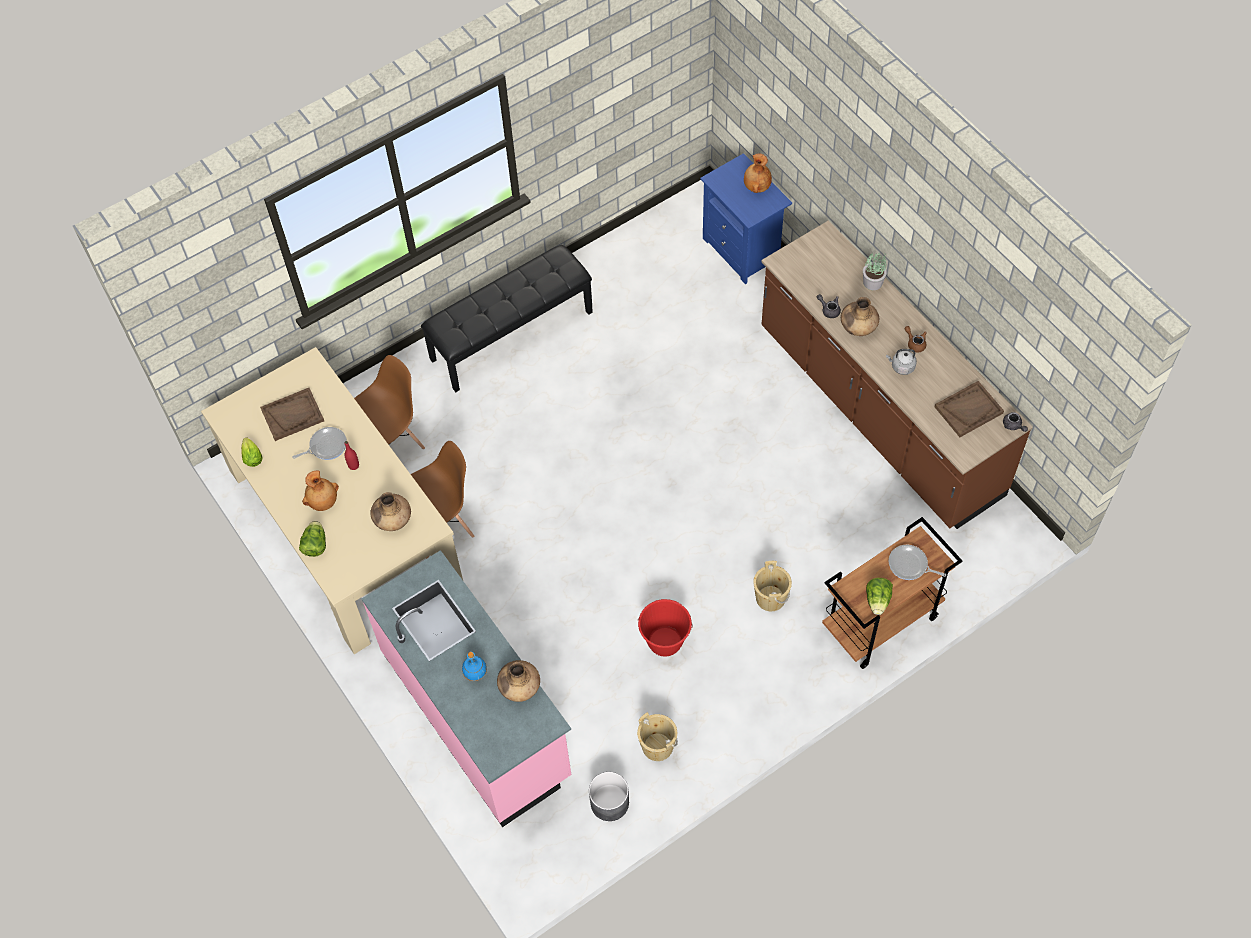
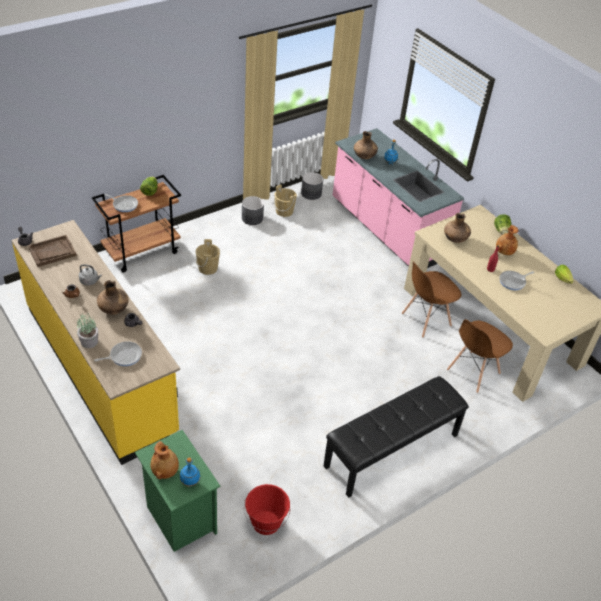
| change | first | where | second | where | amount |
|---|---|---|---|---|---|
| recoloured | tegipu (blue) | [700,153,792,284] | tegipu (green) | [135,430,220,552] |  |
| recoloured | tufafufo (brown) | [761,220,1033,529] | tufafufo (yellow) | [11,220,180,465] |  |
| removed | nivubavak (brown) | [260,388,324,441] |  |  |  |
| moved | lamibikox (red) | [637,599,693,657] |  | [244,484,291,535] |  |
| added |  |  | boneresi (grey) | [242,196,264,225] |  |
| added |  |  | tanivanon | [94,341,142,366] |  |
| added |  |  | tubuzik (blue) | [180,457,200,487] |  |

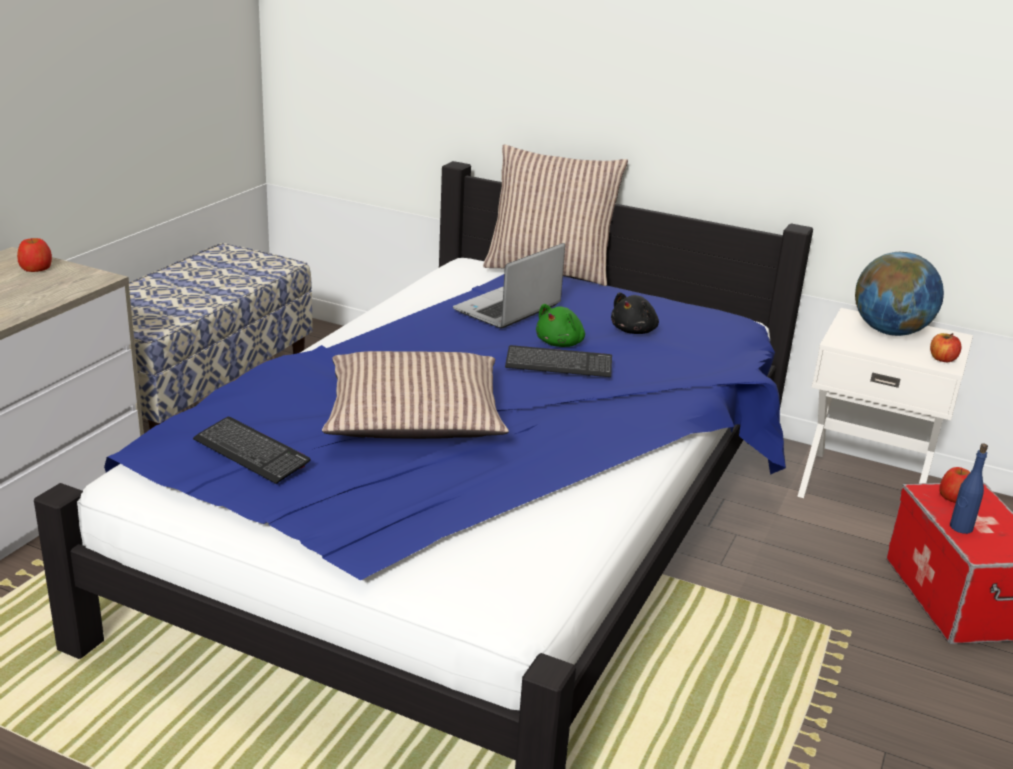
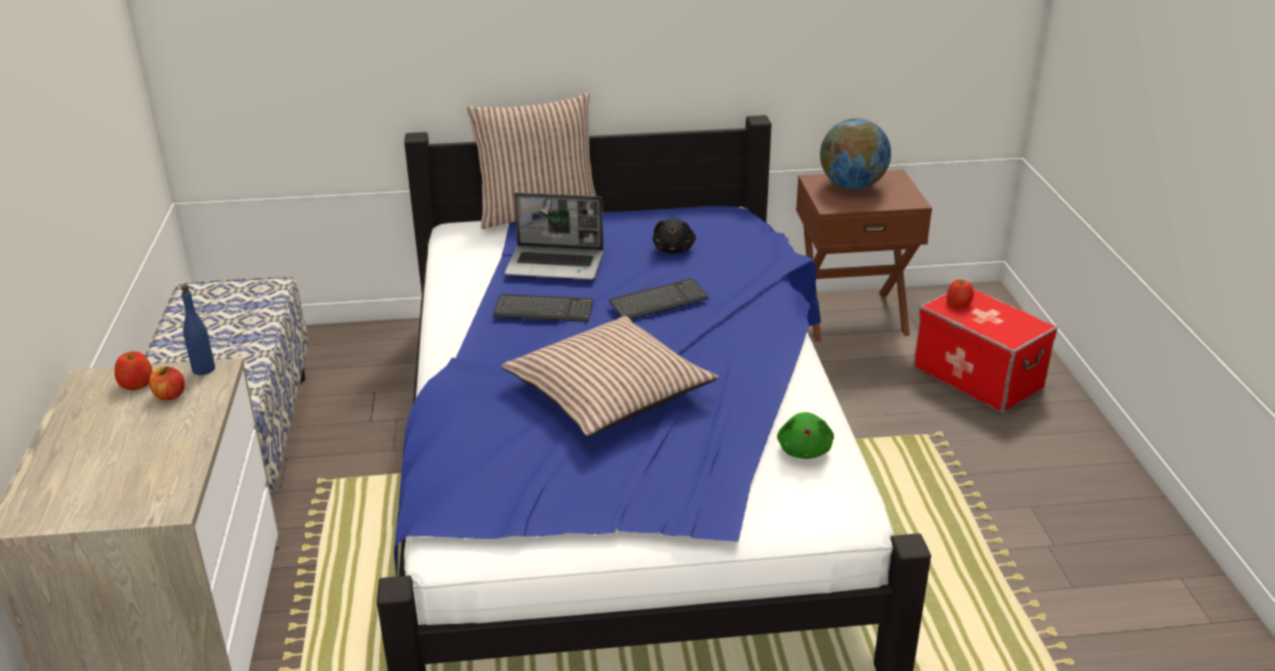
| change | first | where | second | where | amount |
|---|---|---|---|---|---|
| turned | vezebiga | [453,243,565,328] |  | [505,192,604,280] | 90 degrees counterclockwise |
| moved | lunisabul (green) | [536,304,585,347] |  | [777,412,834,459] |  |
| recoloured | tegipu (white) | [797,308,973,498] | tegipu (brown) | [796,170,932,342] |  |
| moved | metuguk | [930,333,961,362] |  | [149,366,185,400] |  |
| moved | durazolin | [193,417,311,484] |  | [493,294,594,322] |  |
| moved | tubuzik (blue) | [950,443,988,534] |  | [181,284,215,375] |  |

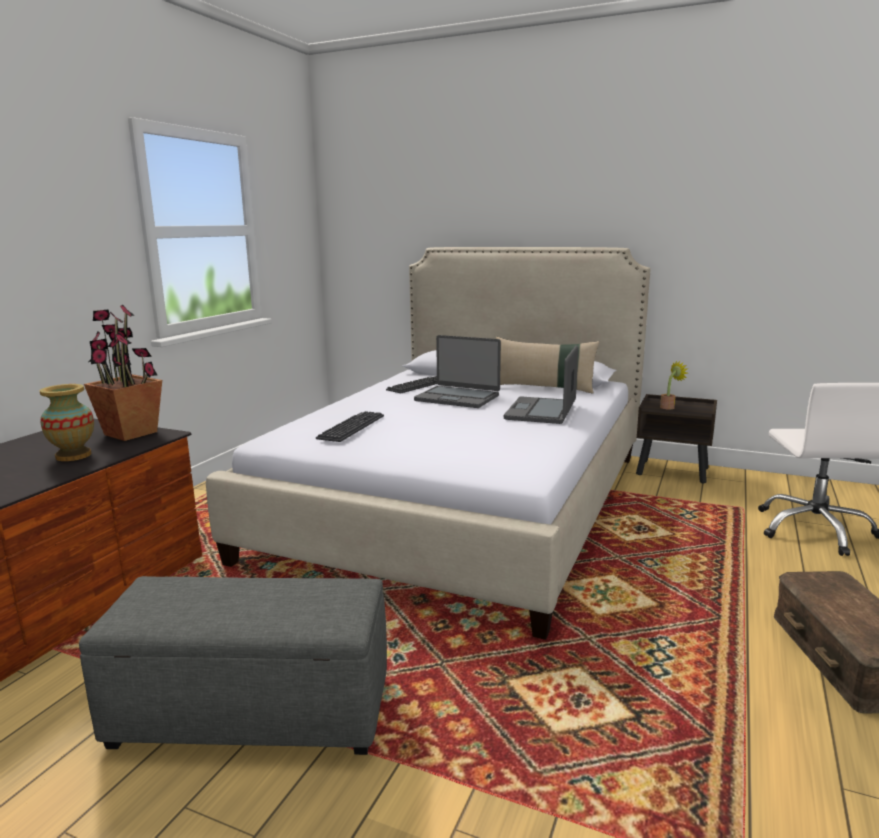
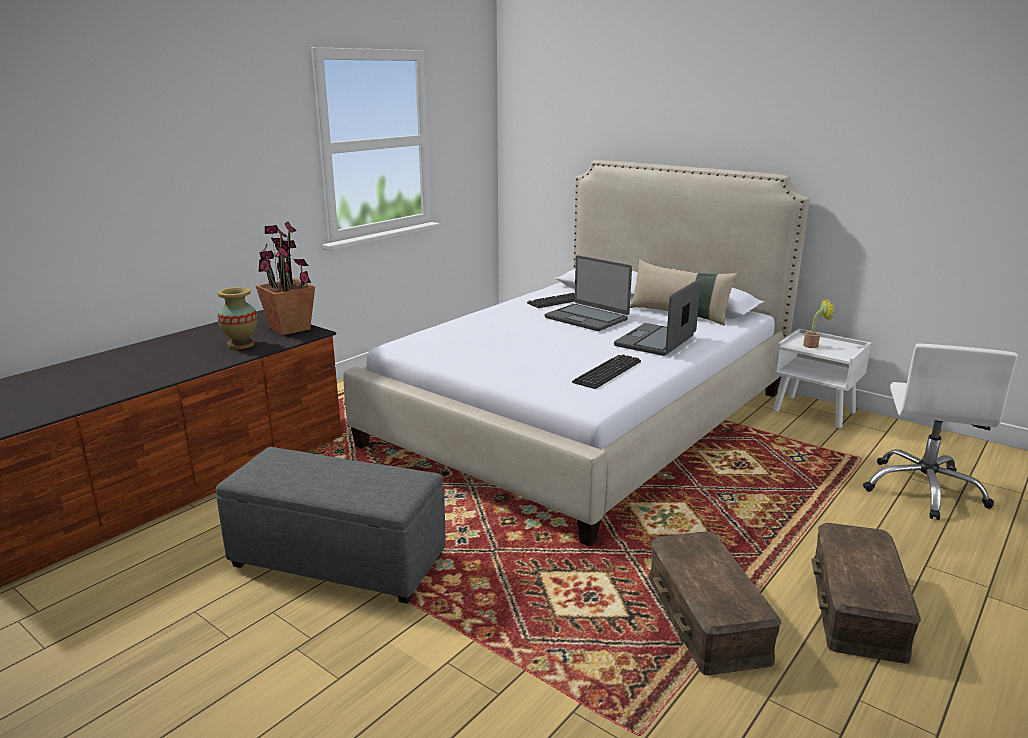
| change | first | where | second | where | amount |
|---|---|---|---|---|---|
| recoloured | tegipu (brown) | [636,394,717,483] | tegipu (white) | [773,329,871,428] |  |
| moved | durazolin | [316,411,384,442] |  | [572,355,641,389] |  |
| added |  |  | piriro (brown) | [649,531,781,675] |  |

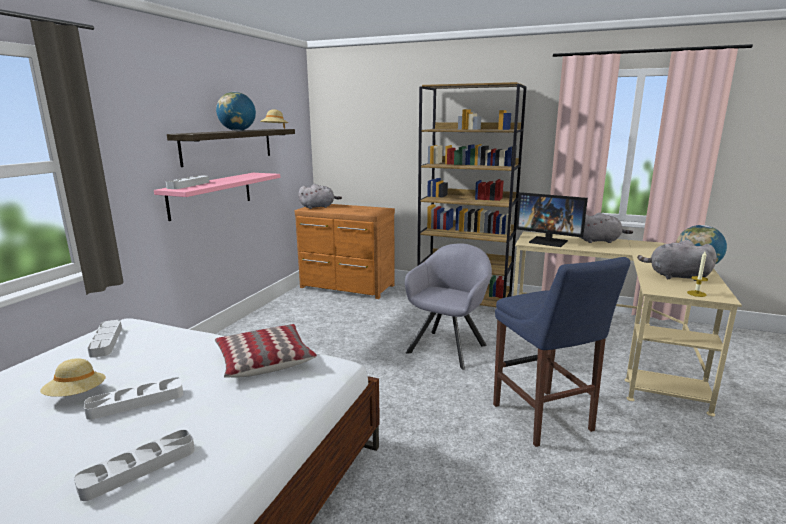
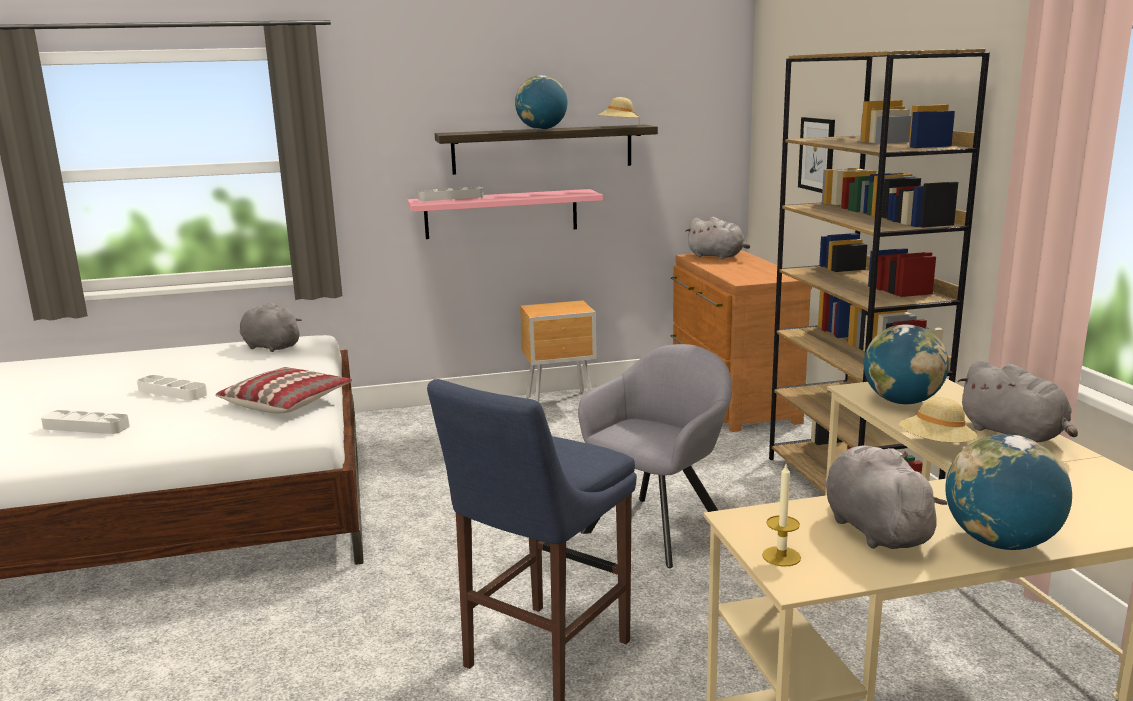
| change | first | where | second | where | amount |
|---|---|---|---|---|---|
| replaced | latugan | [516,192,588,247] | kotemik | [864,325,949,404] |  |
| turned | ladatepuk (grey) | [405,243,492,369] |  | [578,344,732,568] | 45 degrees counterclockwise |
| replaced | nivubavak (grey) | [87,320,122,358] | lunisabul (grey) | [240,303,302,352] |  |
| moved | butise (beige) | [40,358,106,397] |  | [899,397,977,443] |  |
| added |  |  | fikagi | [798,117,835,193] |  |
| added |  |  | tegipu (brown) | [520,300,597,402] |  |

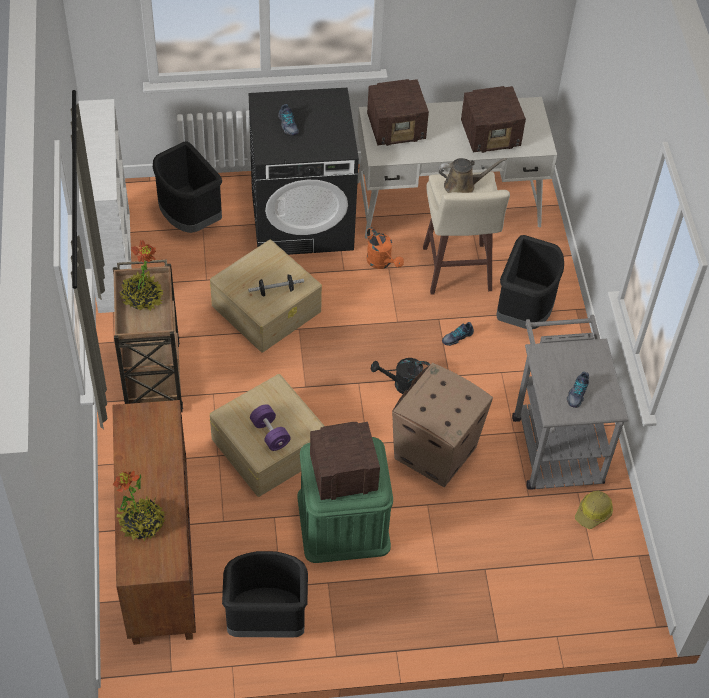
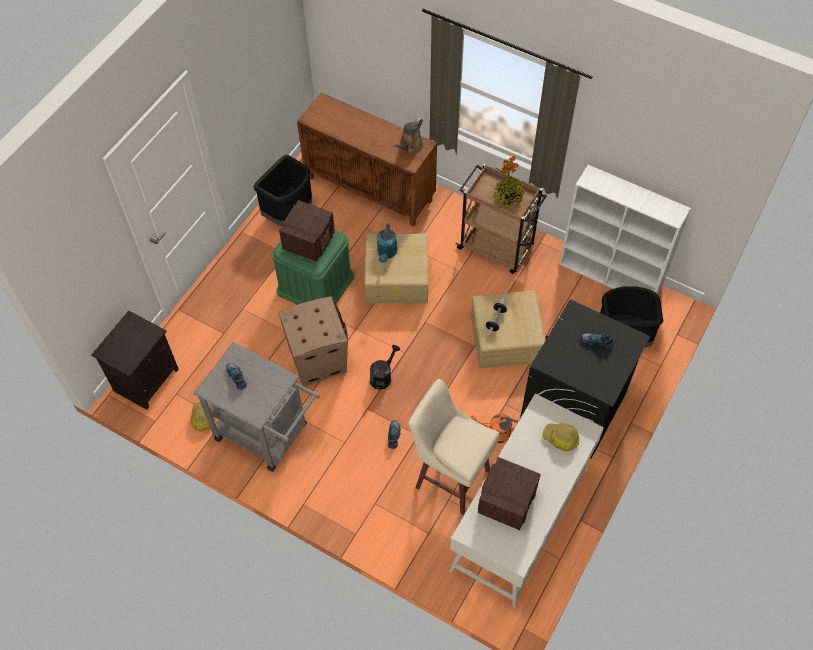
| change | first | where | second | where | amount |
|---|---|---|---|---|---|
| replaced | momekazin | [367,79,429,146] | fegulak | [542,423,580,451] |  |
| moved | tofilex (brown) | [439,158,507,193] |  | [392,118,424,153] |  |
| removed | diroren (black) | [496,235,564,329] |  |  |  |
| replaced | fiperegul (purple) | [250,404,291,451] | tofilex (turquoise) | [377,223,397,263] |  |
| removed | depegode | [113,470,166,542] |  |  |  |
| added |  |  | tegipu (black) | [91,311,179,410] |  |

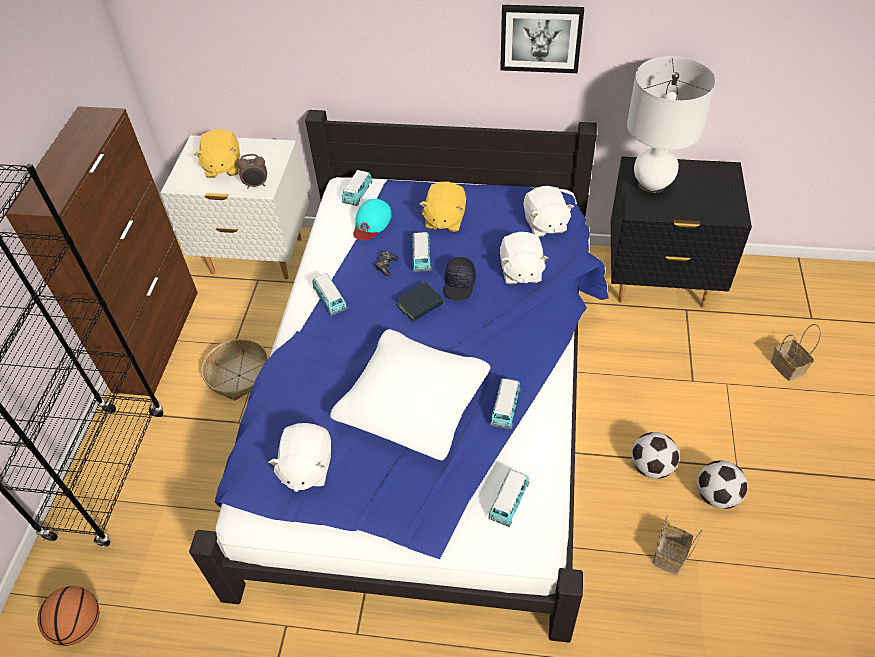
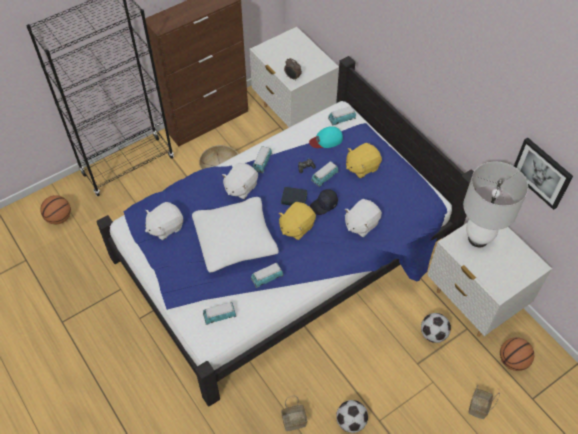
| change | first | where | second | where | amount |
|---|---|---|---|---|---|
| moved | fikagi | [500,5,584,73] |  | [514,138,573,210] |  |
| moved | lunisabul (yellow) | [194,129,240,178] |  | [278,202,316,240] |  |
| recoloured | tegipu (black) | [611,157,752,308] | tegipu (white) | [428,223,552,337] |  |
| moved | lunisabul (white) | [523,186,574,237] |  | [222,163,258,199] |  |
| moved | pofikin | [631,432,679,479] |  | [421,313,451,343] |  |
| added |  |  | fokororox | [500,337,534,371] |  |

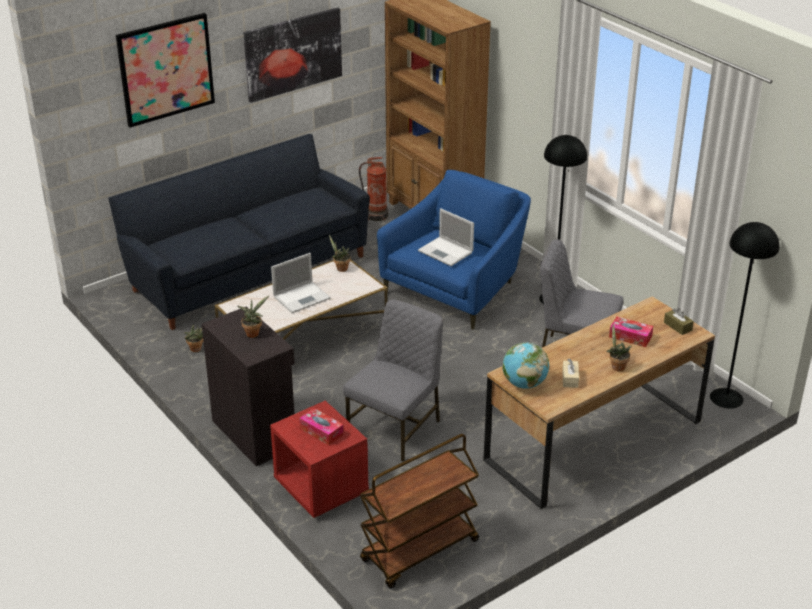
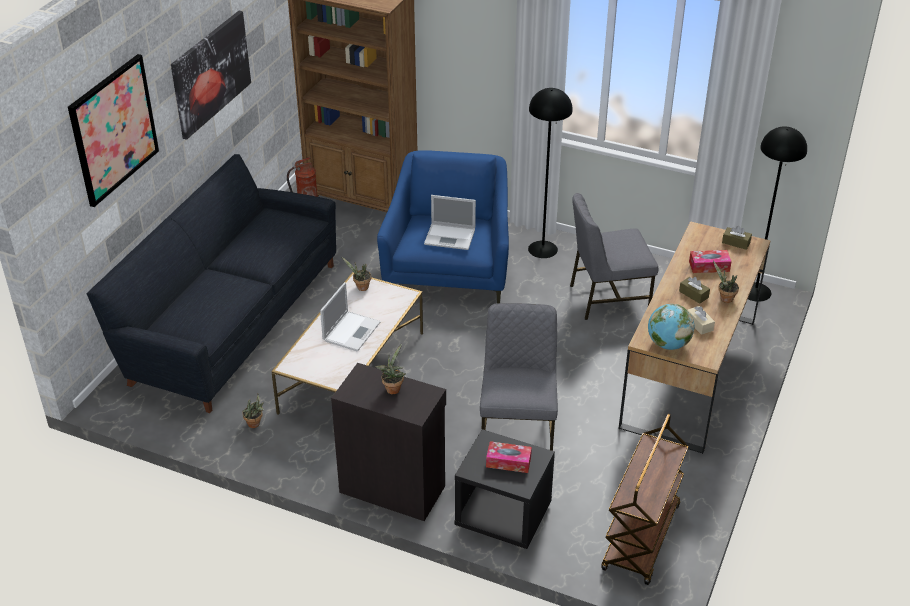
| change | first | where | second | where | amount |
|---|---|---|---|---|---|
| recoloured | tegipu (red) | [270,401,369,518] | tegipu (black) | [454,429,555,549] |  |
| added |  |  | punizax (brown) | [679,277,710,304] |  |

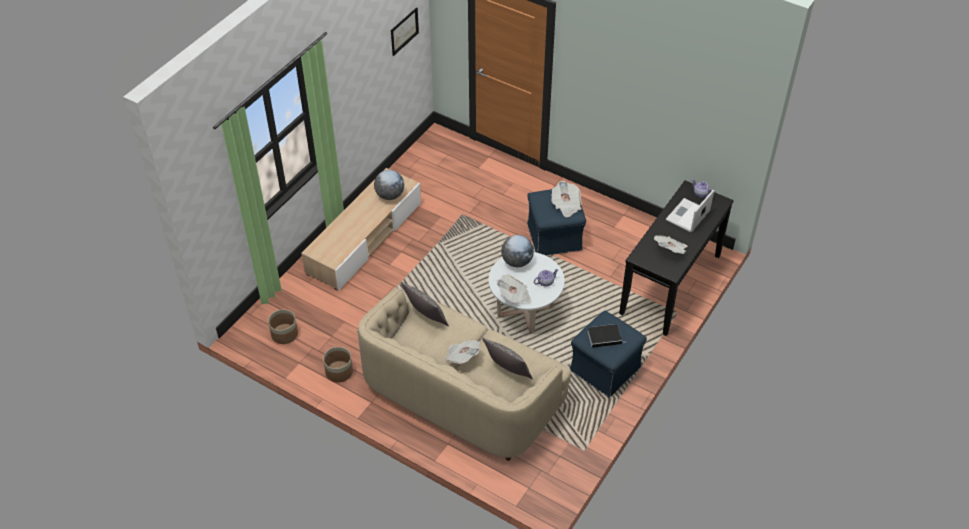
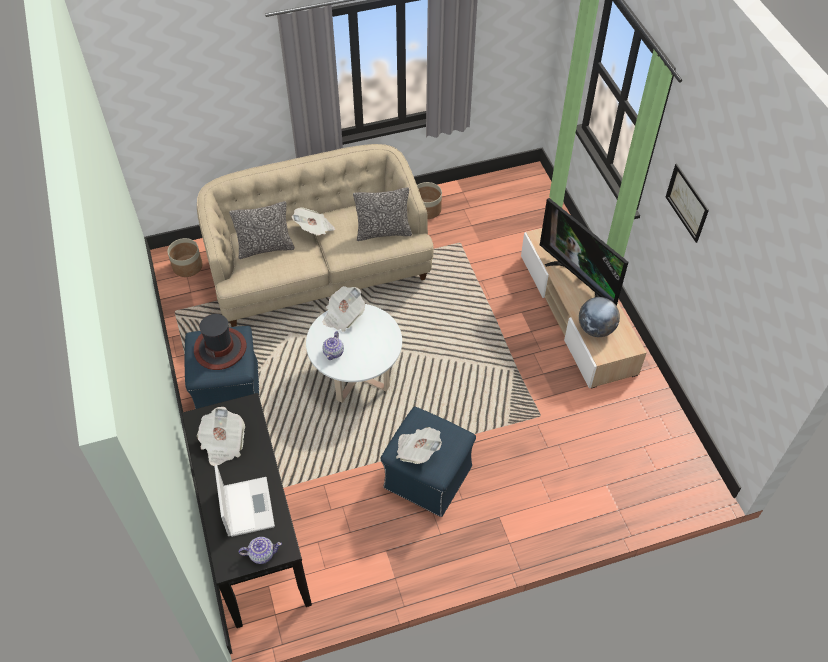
| change | first | where | second | where | amount |
|---|---|---|---|---|---|
| moved | fikagi | [391,7,419,56] |  | [666,164,709,243] |  |
| removed | kotemik | [501,235,534,267] |  |  |  |
| moved | boneresi | [268,310,298,344] |  | [167,238,203,277] |  |
| replaced | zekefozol | [588,324,627,348] | butise | [194,314,247,370] |  |
| added |  |  | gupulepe | [540,198,628,306] |  |

